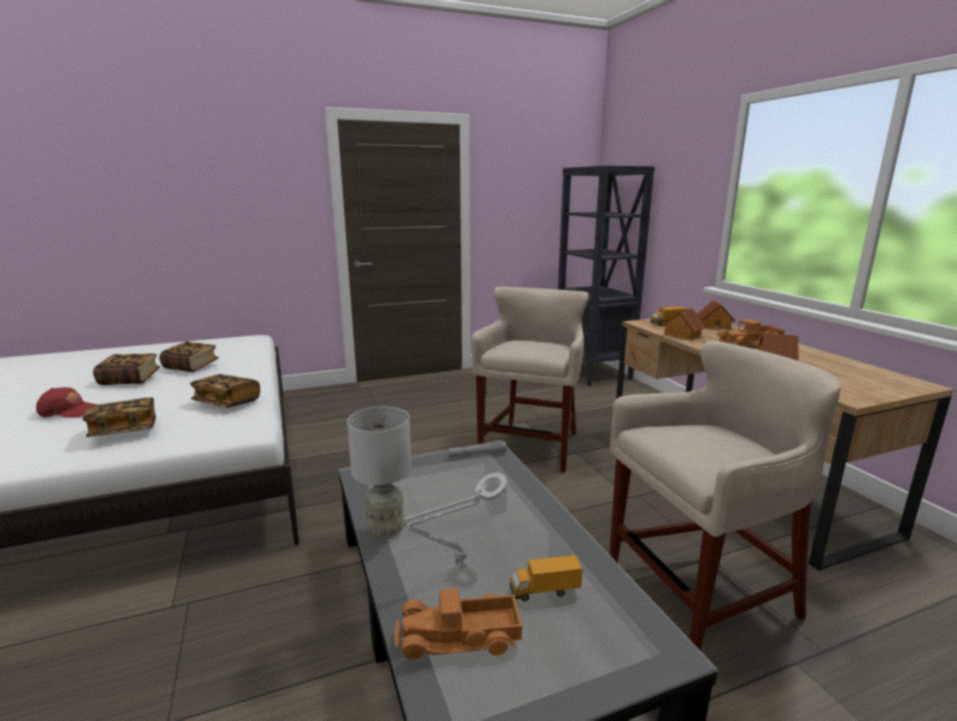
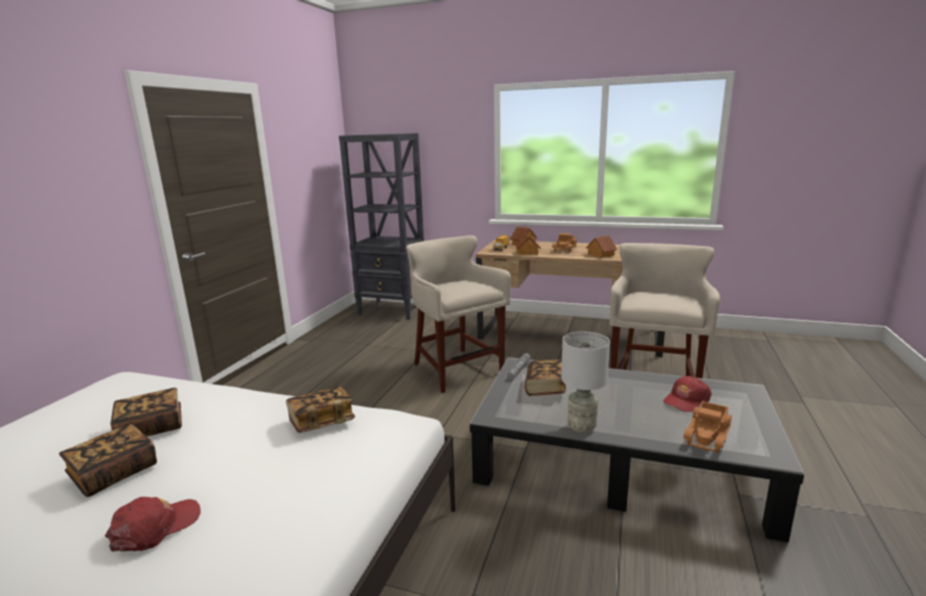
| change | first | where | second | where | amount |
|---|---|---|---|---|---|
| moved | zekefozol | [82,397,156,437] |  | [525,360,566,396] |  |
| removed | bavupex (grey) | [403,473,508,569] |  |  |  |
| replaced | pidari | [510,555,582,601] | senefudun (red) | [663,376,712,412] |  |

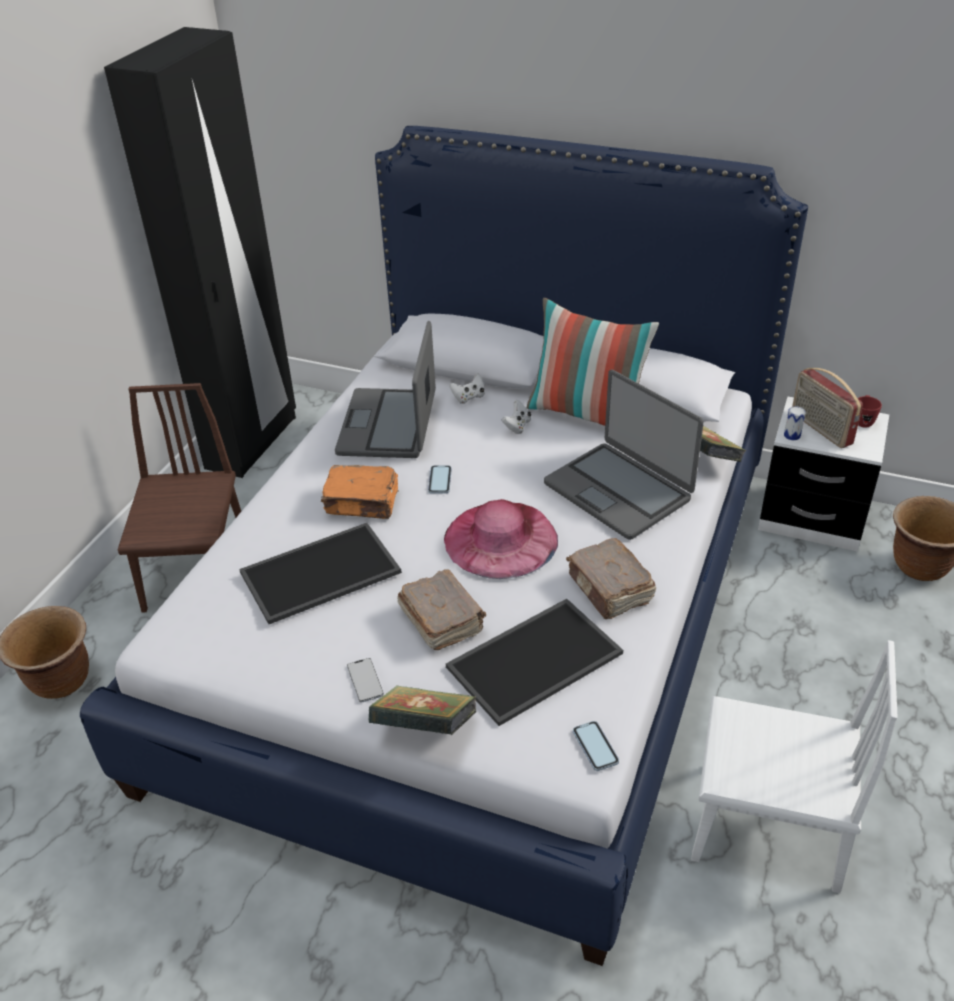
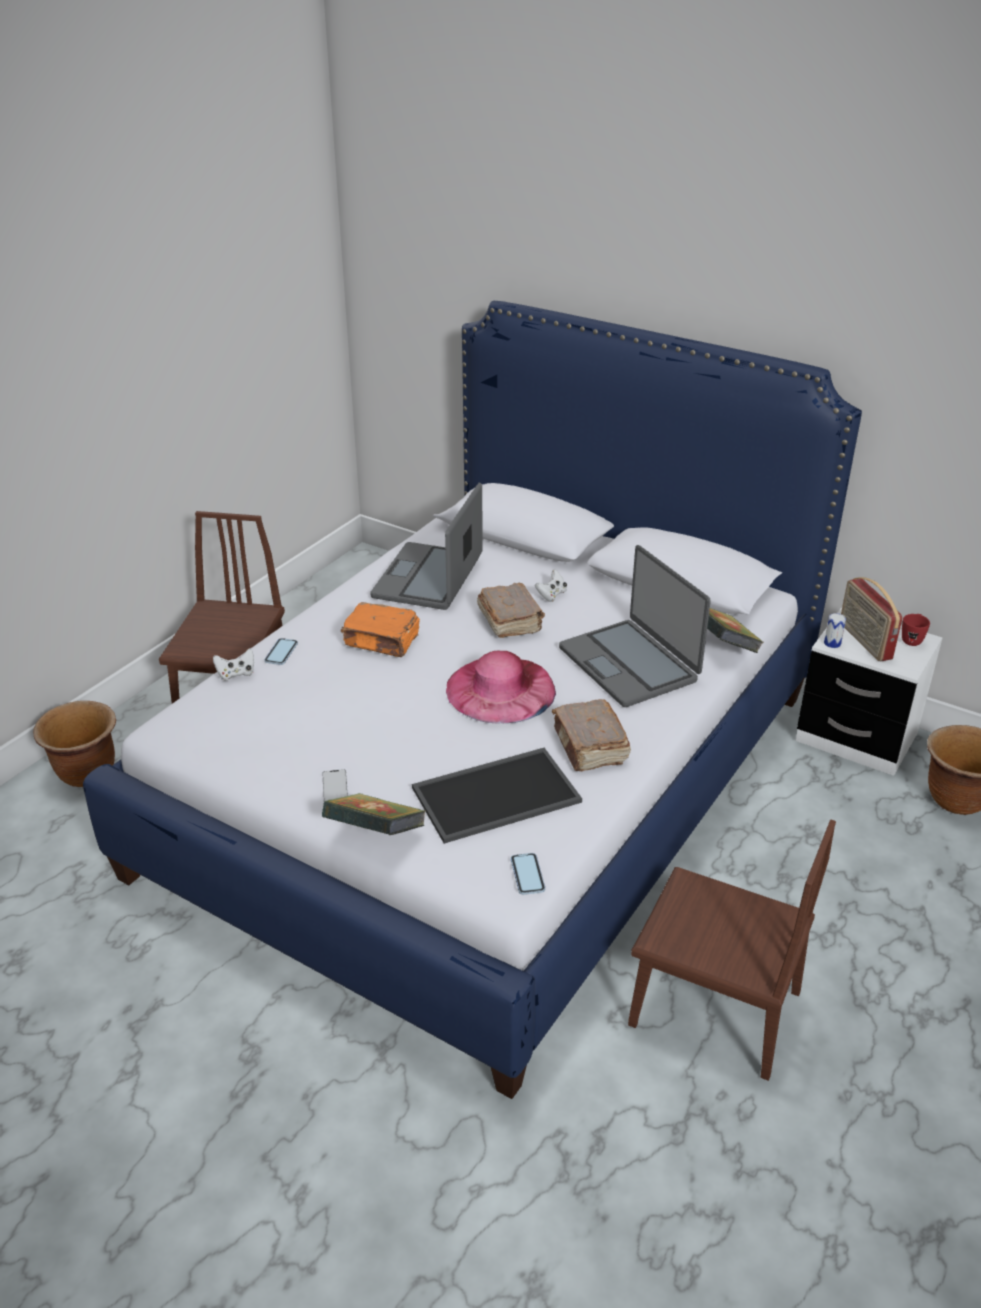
| change | first | where | second | where | amount |
|---|---|---|---|---|---|
| removed | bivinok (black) | [104,27,296,478] |  |  |  |
| removed | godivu | [527,298,659,426] |  |  |  |
| moved | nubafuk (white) | [449,373,485,404] |  | [213,648,254,681] |  |
| moved | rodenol | [428,466,452,493] |  | [264,638,298,665] |  |
| removed | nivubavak | [239,523,402,624] |  |  |  |
| moved | zekefozol (brown) | [397,569,486,650] |  | [477,583,545,638] |  |
| recoloured | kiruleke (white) | [691,640,898,893] | kiruleke (brown) | [628,820,836,1081] |  |

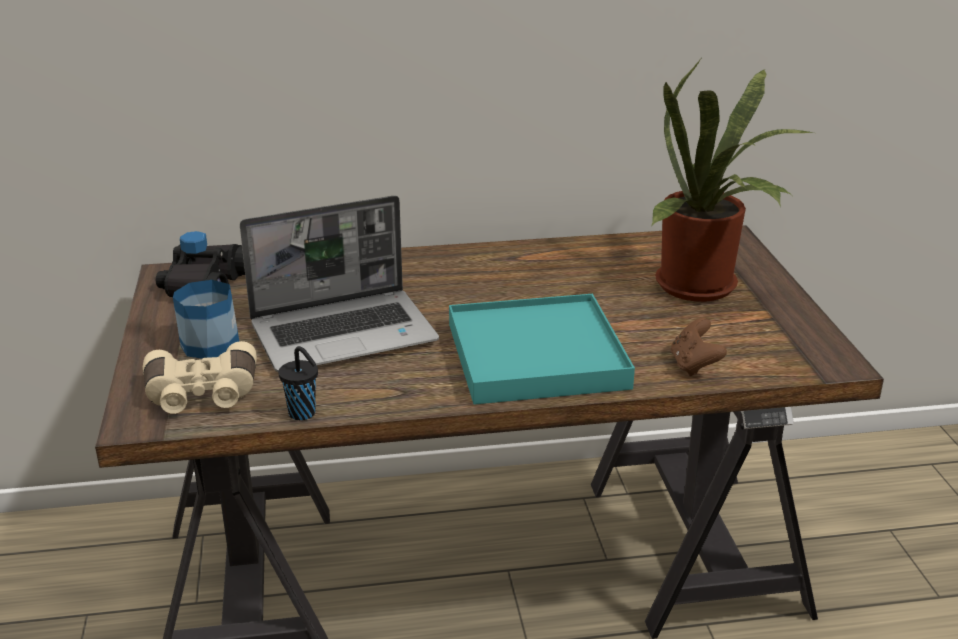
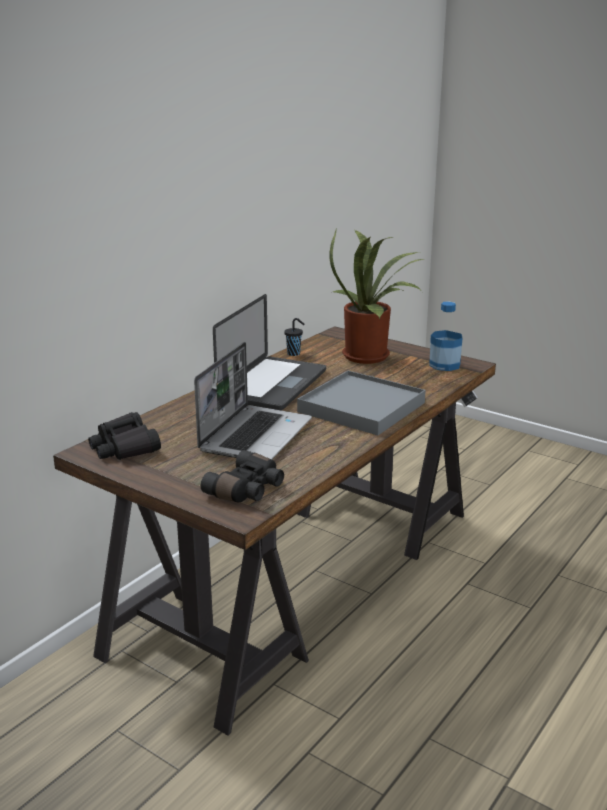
| change | first | where | second | where | amount |
|---|---|---|---|---|---|
| moved | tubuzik | [173,231,239,359] |  | [429,301,462,371] |  |
| recoloured | nivubavak (turquoise) | [449,294,635,405] | nivubavak (grey) | [297,371,426,435] |  |
| removed | nubafuk (brown) | [671,318,727,376] |  |  |  |
| recoloured | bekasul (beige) | [143,341,257,414] | bekasul (black) | [201,450,284,502] |  |
| moved | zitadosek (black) | [278,346,318,420] |  | [284,318,304,356] |  |
| added |  |  | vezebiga | [213,294,326,410] |  |

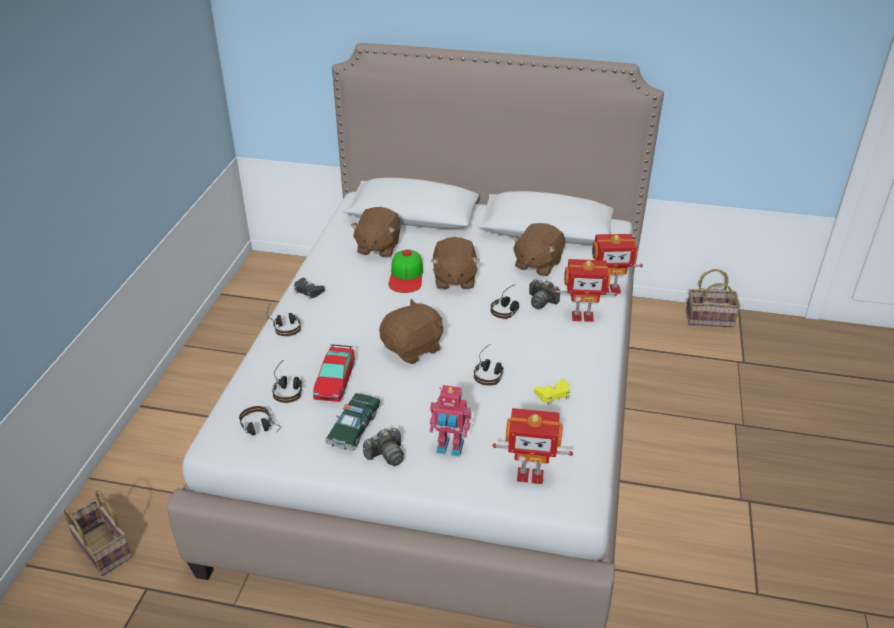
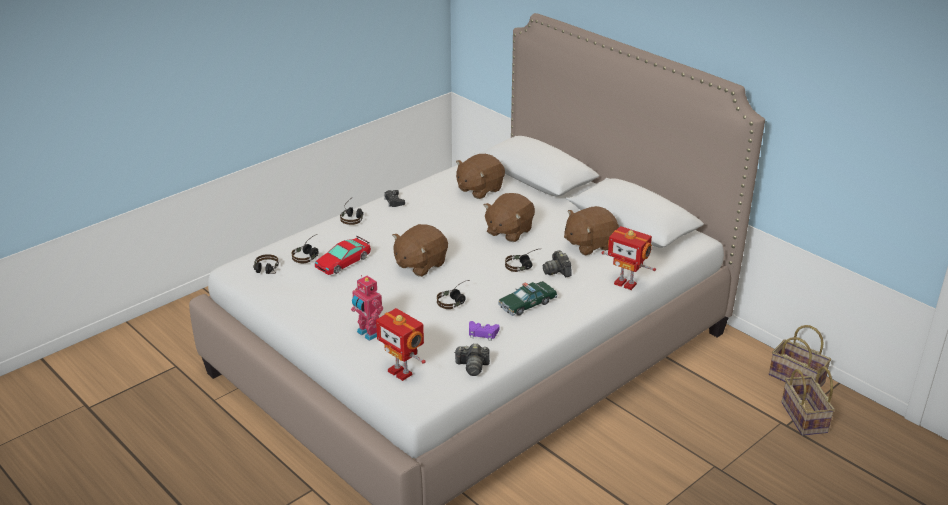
| change | first | where | second | where | amount |
|---|---|---|---|---|---|
| removed | senefudun | [389,249,423,293] |  |  |  |
| removed | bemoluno | [553,259,618,322] |  |  |  |
| turned | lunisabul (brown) | [379,299,443,364] |  | [392,224,448,277] | 135 degrees clockwise |
| recoloured | nubafuk (yellow) | [534,379,570,405] | nubafuk (purple) | [469,321,499,341] |  |
| moved | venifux | [325,393,382,451] |  | [498,281,558,316] |  |
| moved | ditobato | [363,428,404,466] |  | [454,344,490,376] |  |
| moved | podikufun | [64,491,132,576] |  | [781,366,835,436] |  |

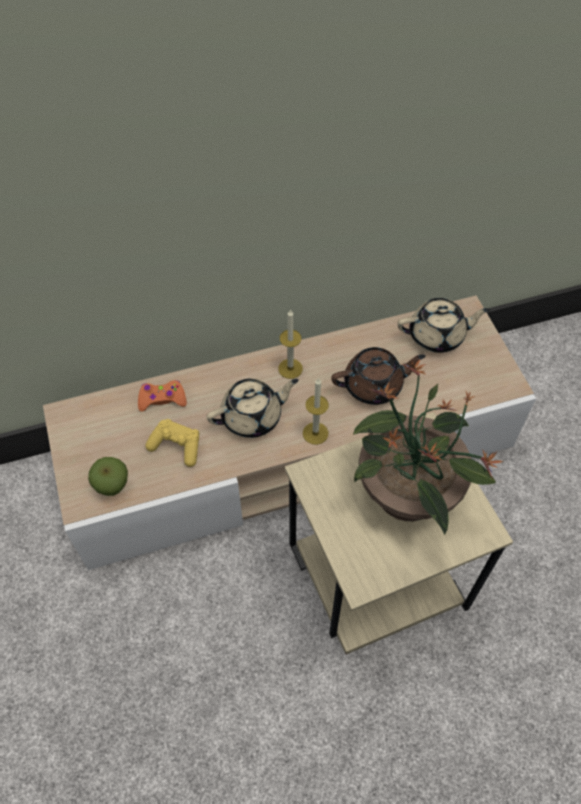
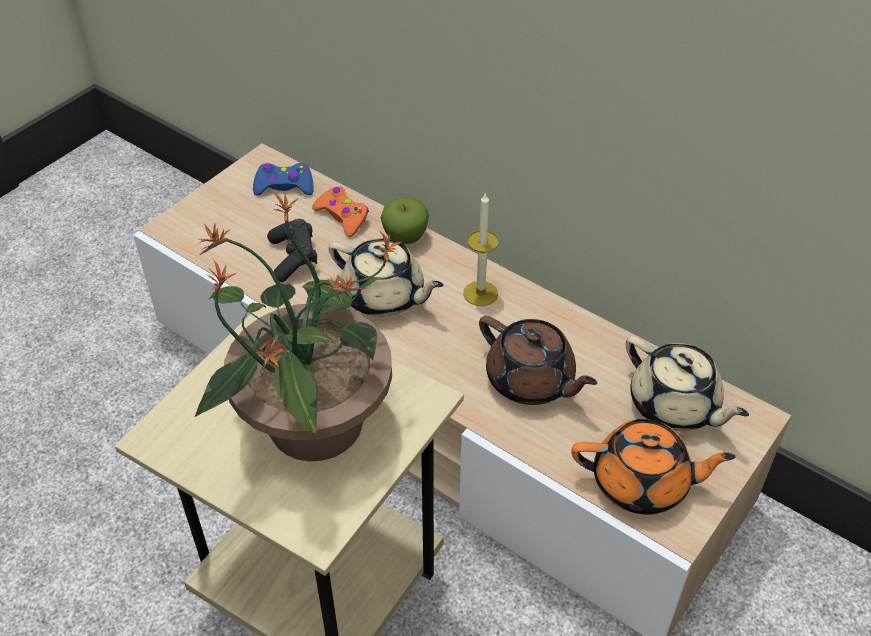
| change | first | where | second | where | amount |
|---|---|---|---|---|---|
| removed | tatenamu | [303,378,329,445] |  |  |  |
| recoloured | nubafuk (yellow) | [145,419,199,467] | nubafuk (black) | [267,219,318,282] |  |
| moved | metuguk | [88,457,128,496] |  | [381,198,429,244] |  |
| added |  |  | nubafuk (blue) | [253,163,314,196] |  |
| added |  |  | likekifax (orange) | [571,419,736,515] |  |

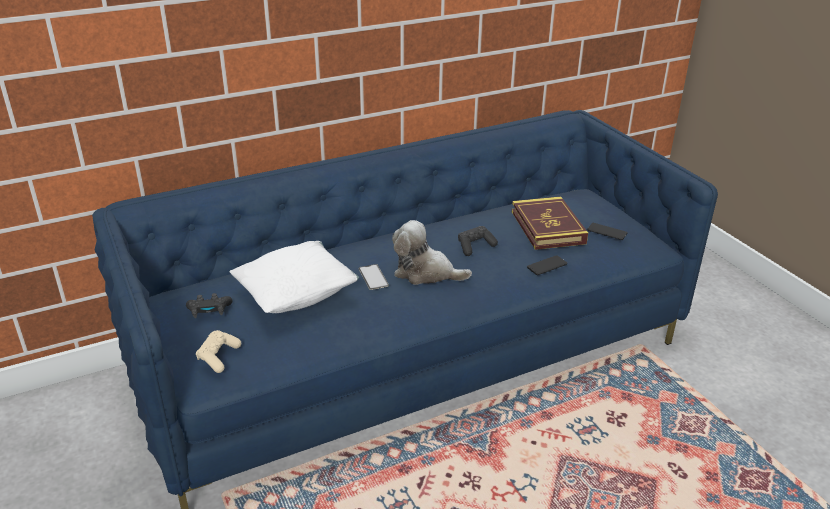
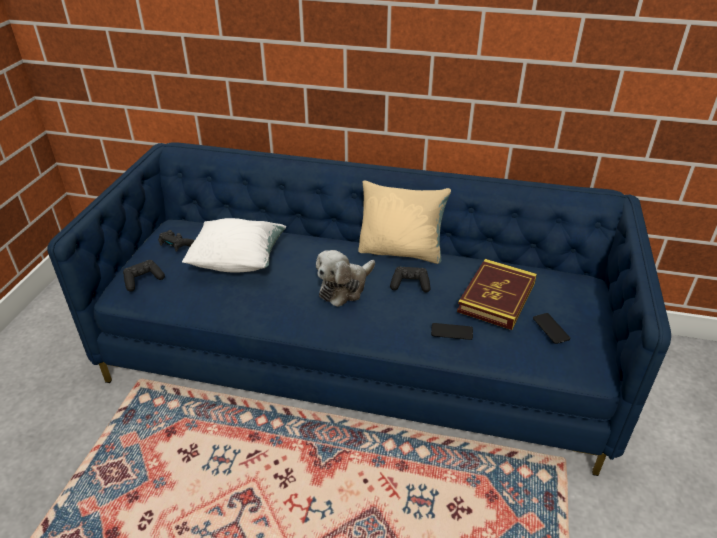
| change | first | where | second | where | amount |
|---|---|---|---|---|---|
| turned | lunisabul | [392,220,472,285] |  | [316,250,375,307] | 105 degrees counterclockwise |
| removed | rodenol | [359,264,389,290] |  |  |  |
| recoloured | nubafuk (beige) | [196,330,241,373] | nubafuk (black) | [123,260,165,292] |  |
| added |  |  | godivu (beige) | [358,180,451,264] |  |

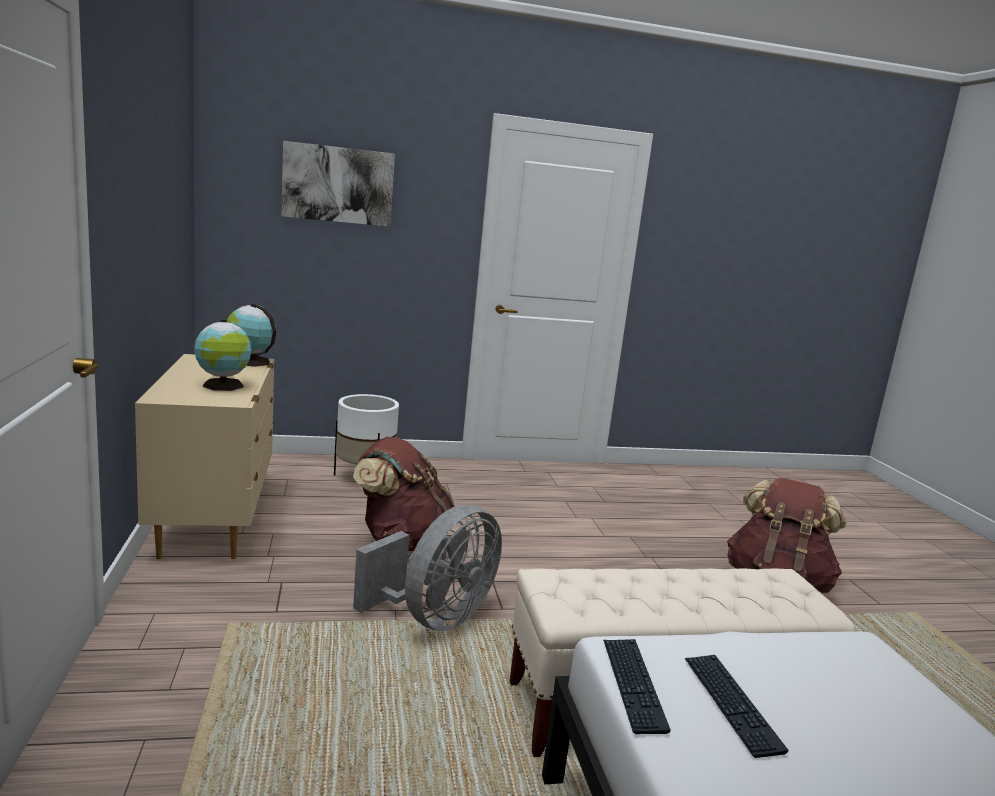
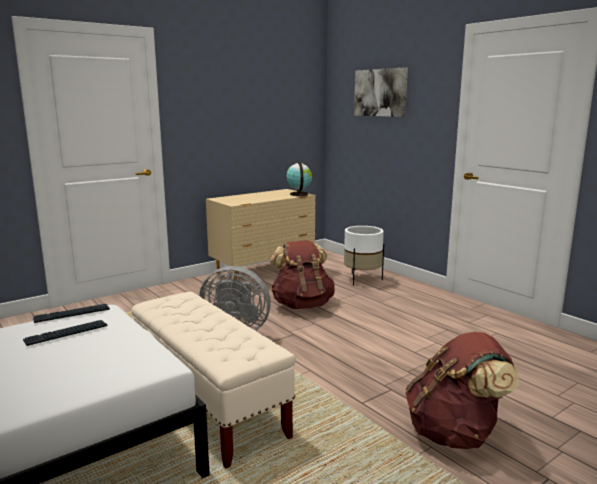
| change | first | where | second | where | amount |
|---|---|---|---|---|---|
| removed | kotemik | [194,320,252,391] |  |  |  |

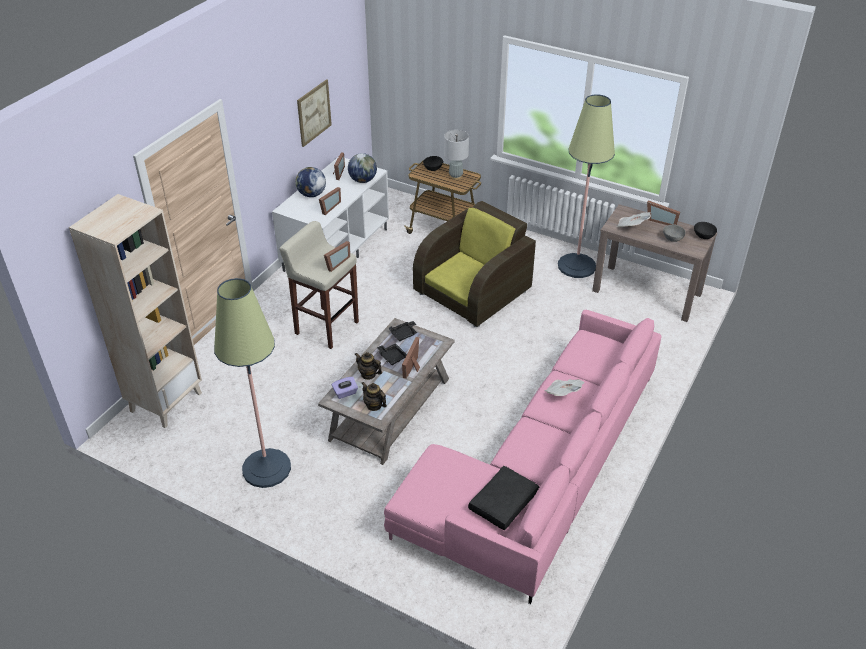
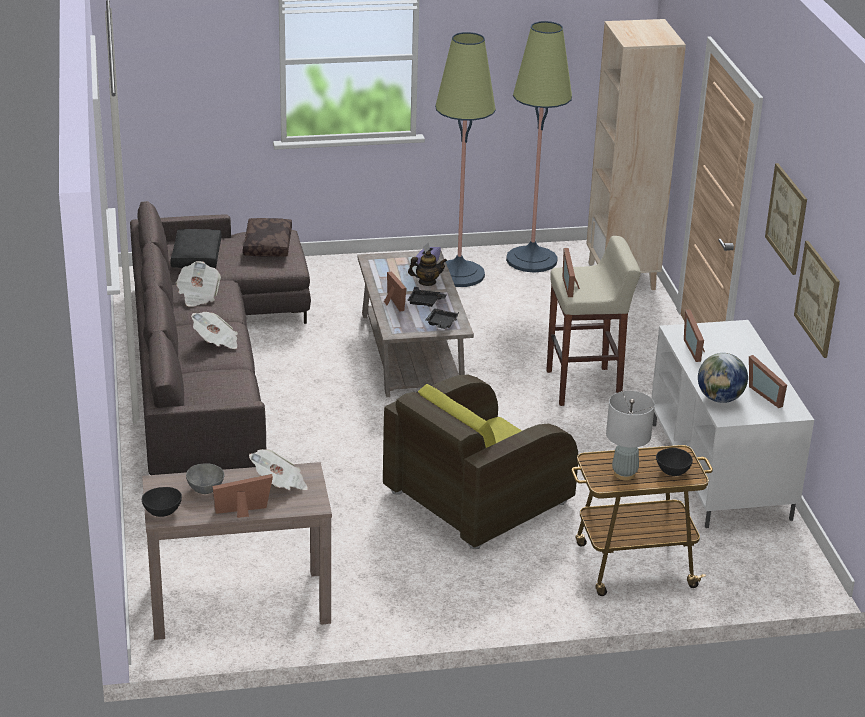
| change | first | where | second | where | amount |
|---|---|---|---|---|---|
| moved | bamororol | [558,94,615,278] |  | [506,21,572,273] |  |
| removed | kotemik | [295,167,326,197] |  |  |  |
| turned | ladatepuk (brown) | [413,201,536,327] |  | [383,374,578,549] | 45 degrees clockwise |
| recoloured | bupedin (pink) | [384,310,662,604] | bupedin (grey) | [130,201,311,475] |  |
| removed | likekifax | [362,382,387,411] |  |  |  |
| added |  |  | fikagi | [765,163,807,275] |  |
| added |  |  | godivu (brown) | [243,218,292,257] |  |
| added |  |  | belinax | [176,261,221,307] |  |

